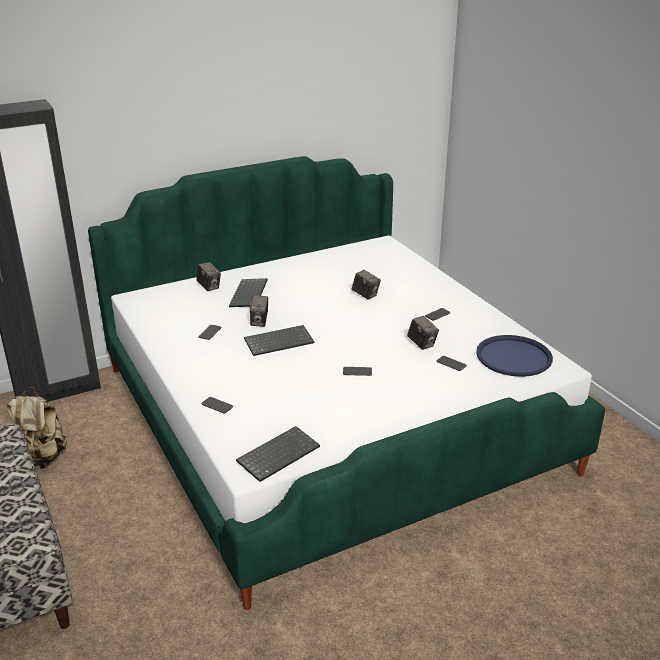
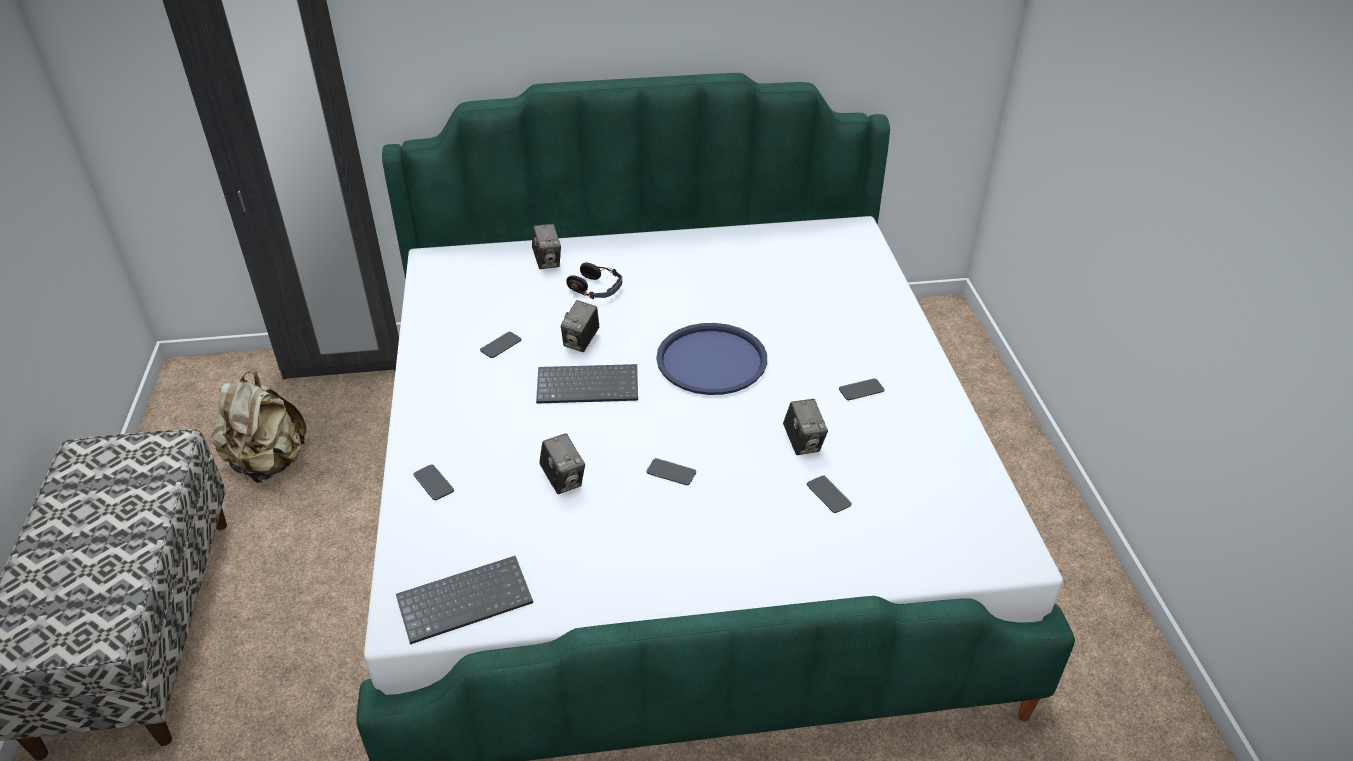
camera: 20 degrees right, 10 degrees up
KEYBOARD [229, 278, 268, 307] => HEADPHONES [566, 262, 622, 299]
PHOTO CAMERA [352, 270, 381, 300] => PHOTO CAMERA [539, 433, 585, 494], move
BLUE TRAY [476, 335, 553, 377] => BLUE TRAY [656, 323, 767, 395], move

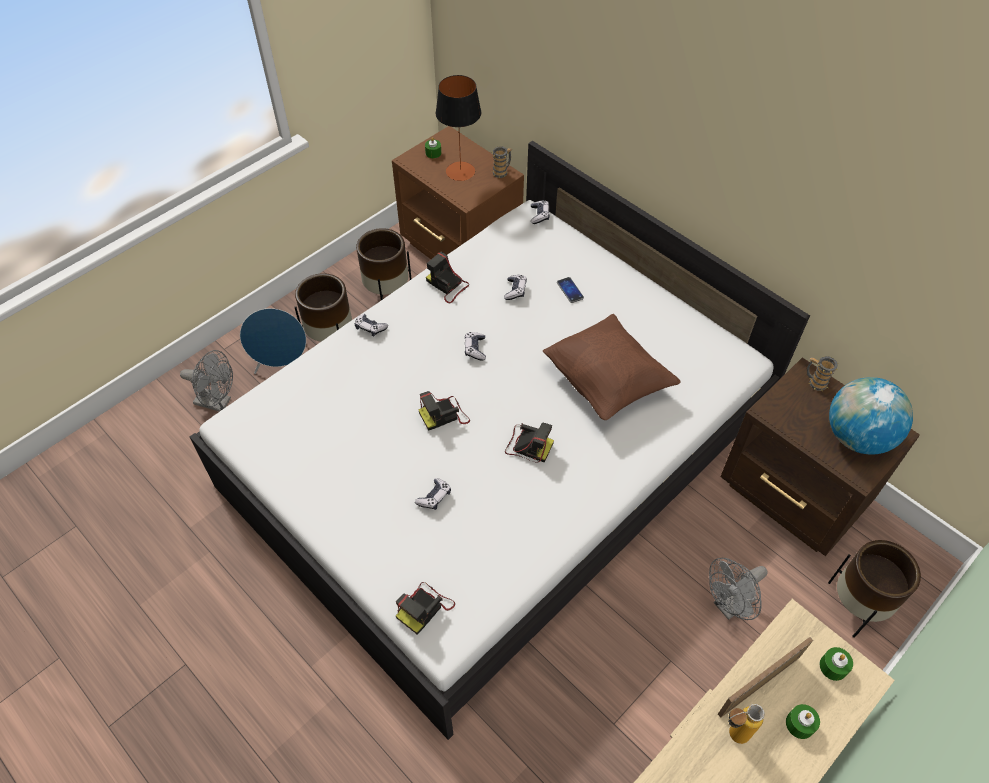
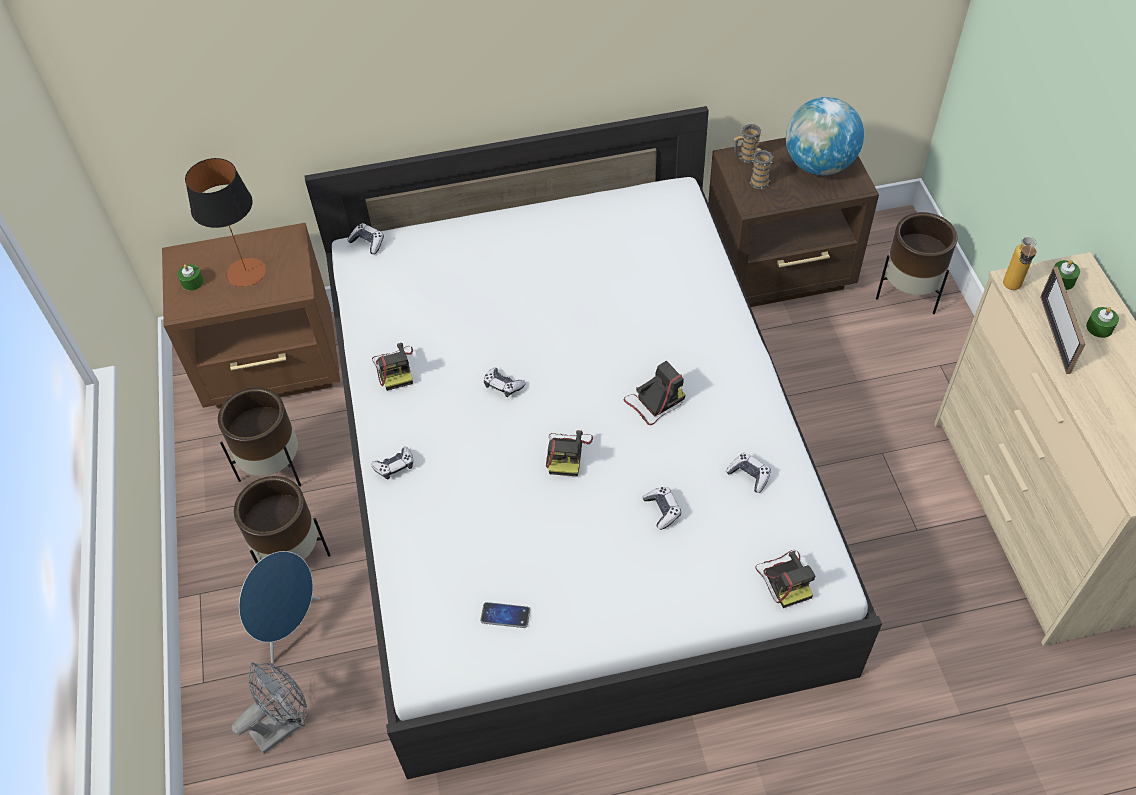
camera: 55 degrees left, 0 degrees up
PHOTO CAMERA [426, 251, 469, 303] => PHOTO CAMERA [372, 343, 413, 391], 90 degrees counterclockwise
MUG [492, 146, 512, 178] => MUG [750, 148, 773, 189], move
GAME CONTROLLER [504, 275, 527, 300] => GAME CONTROLLER [726, 452, 771, 493], move
BROWN PILLOW [543, 314, 681, 420] => nothing
PHONE [557, 277, 584, 303] => PHONE [480, 602, 530, 628], move
GREY FAN [709, 558, 768, 620] => nothing
BOTTLE [728, 704, 765, 744] => BOTTLE [1003, 237, 1036, 290], move

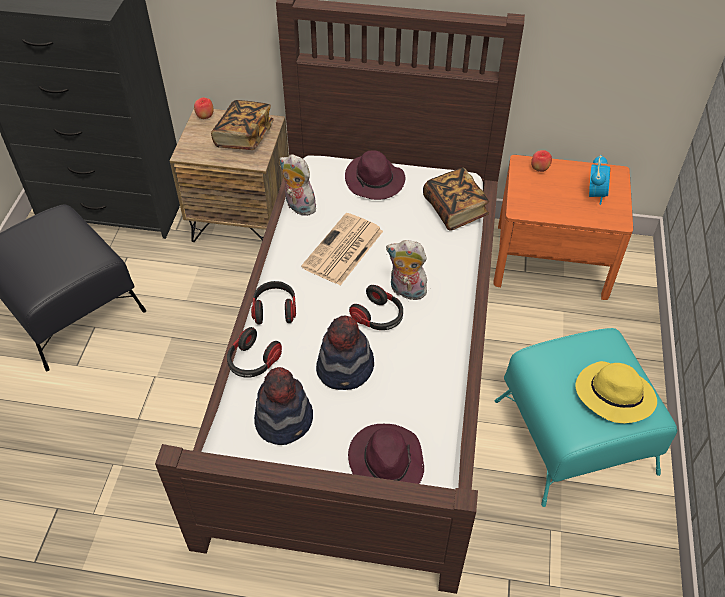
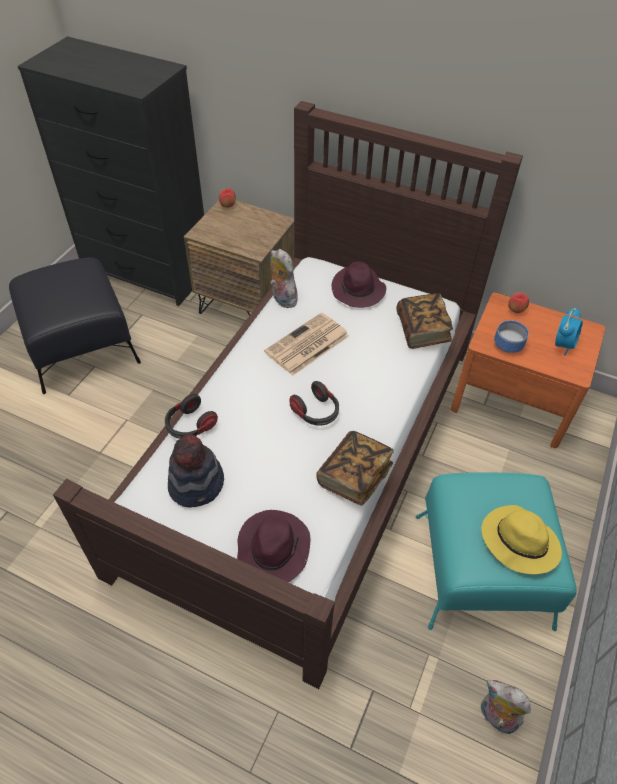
camera: 15 degrees right, 0 degrees up
BOOK [211, 100, 273, 150] => BOOK [316, 431, 394, 506], move
HEADPHONES [251, 281, 296, 324] => nothing
HAT [316, 315, 374, 390] => nothing
PLUSH TOY [386, 240, 429, 300] => PLUSH TOY [481, 680, 531, 734], move
nothing => BOWL [494, 320, 529, 353]

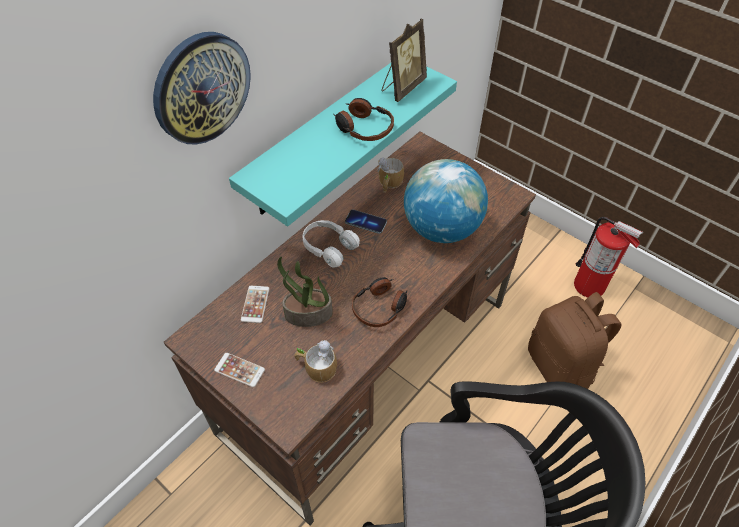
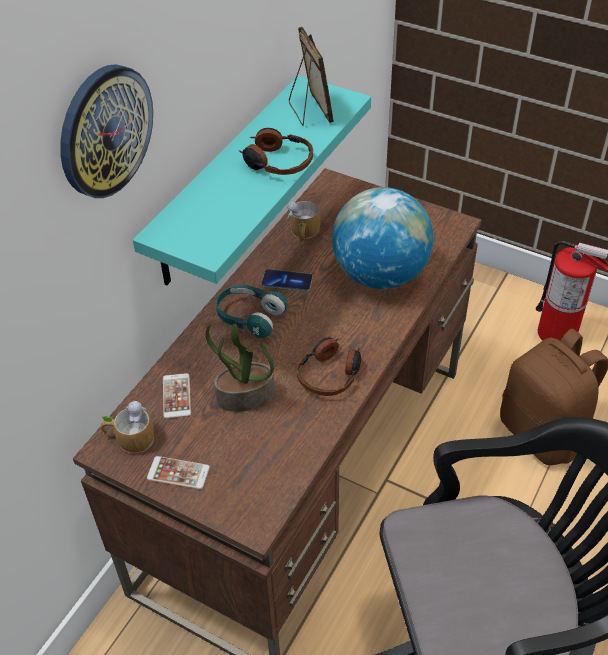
camera: 10 degrees left, 5 degrees down
MUG [294, 340, 337, 383] => MUG [101, 400, 154, 454], move
WHITE HEADPHONES [302, 220, 360, 268] => TURQUOISE HEADPHONES [216, 285, 288, 338]
PICTURE FRAME [382, 19, 427, 102] => PICTURE FRAME [289, 27, 334, 126], 45 degrees counterclockwise

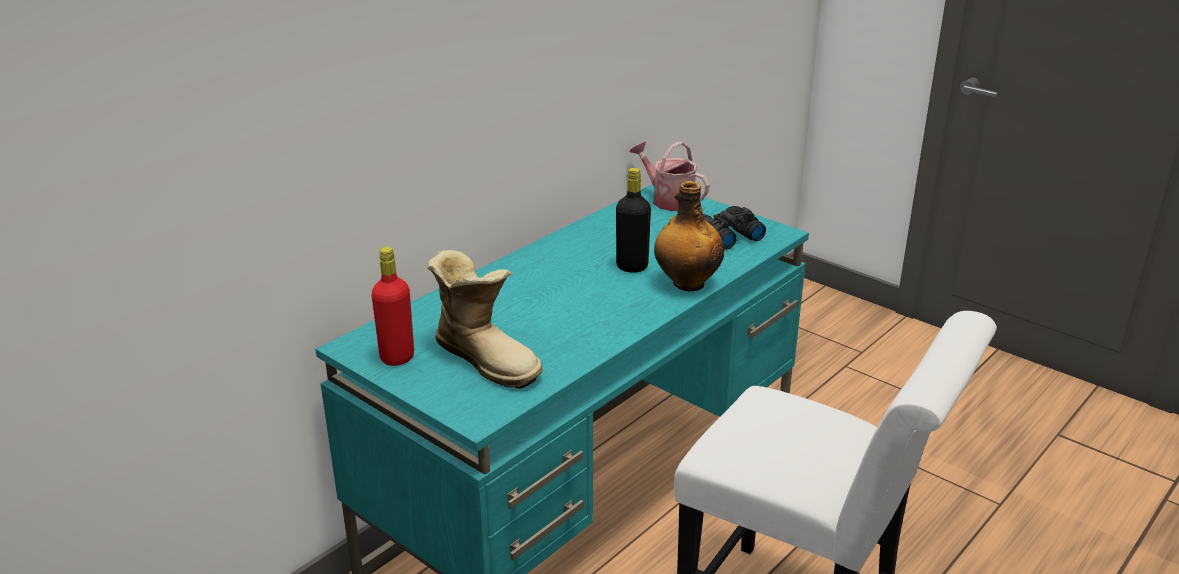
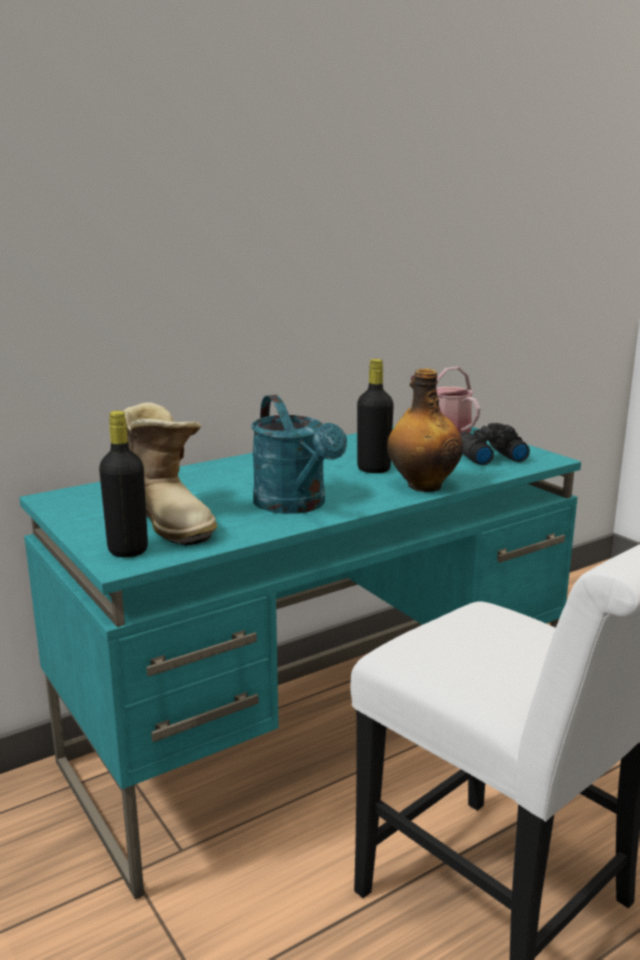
camera: 15 degrees right, 10 degrees down
RED BOTTLE [372, 247, 414, 366] => nothing
nothing => BLACK BOTTLE [99, 411, 148, 557]
nothing => TURQUOISE WATERING CAN [251, 395, 347, 514]

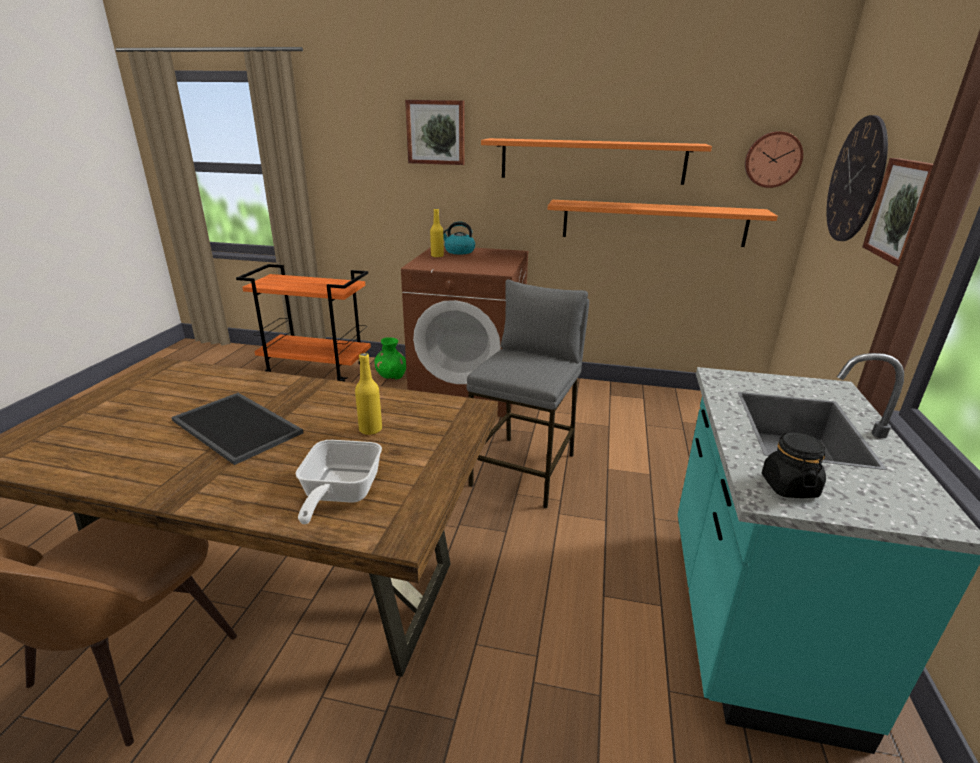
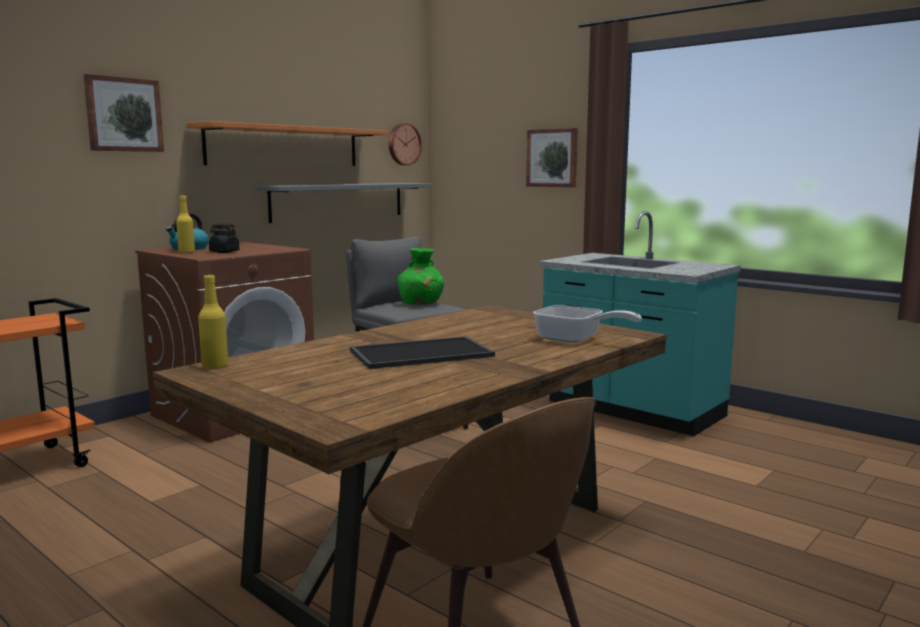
camera: 60 degrees left, 15 degrees down
YELLOW BOTTLE [355, 353, 382, 435] => YELLOW BOTTLE [198, 275, 228, 369], move
GREEN VASE [374, 337, 406, 380] => GREEN VASE [397, 248, 444, 305], move
ORANGE SHELF [548, 200, 778, 247] => GREY SHELF [255, 183, 431, 223]
BLACK JAR [762, 433, 826, 498] => BLACK JAR [209, 224, 239, 253], move
WALL CLOCK [826, 115, 888, 241] => nothing

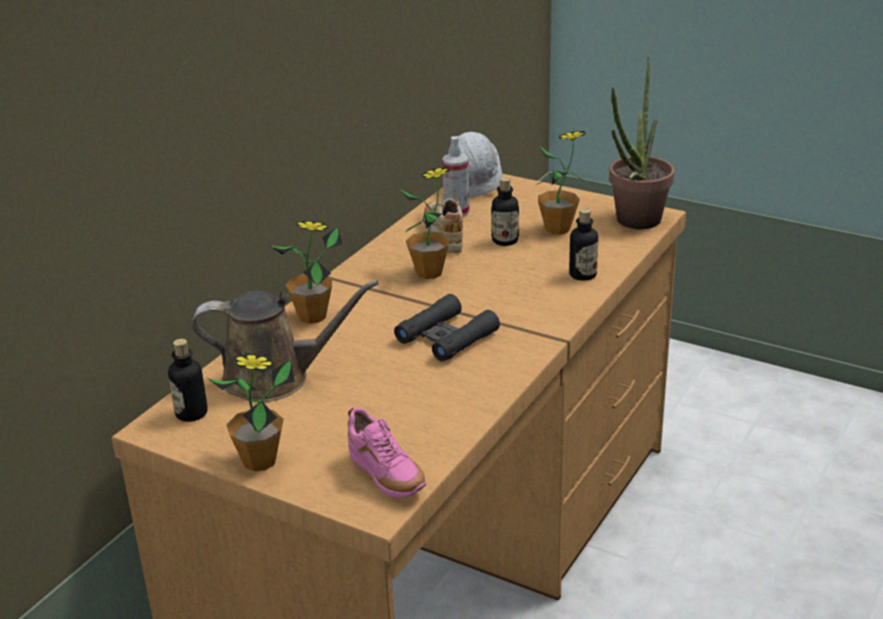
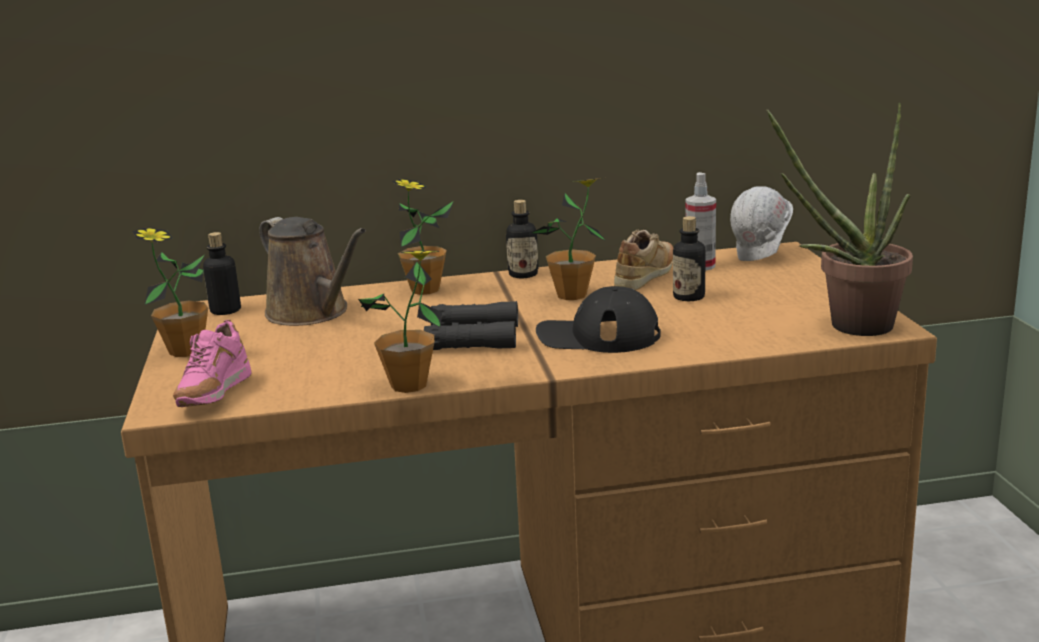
camera: 50 degrees right, 10 degrees down
POTTED PLANT [536, 131, 586, 235] => POTTED PLANT [358, 250, 442, 393], move
BOTTLE [569, 208, 598, 281] => BOTTLE [506, 200, 539, 278], move
nothing => BLACK CAP [536, 286, 661, 353]

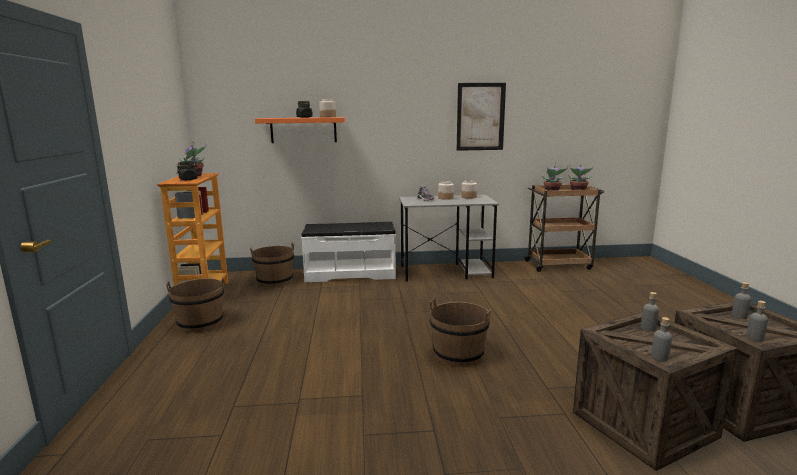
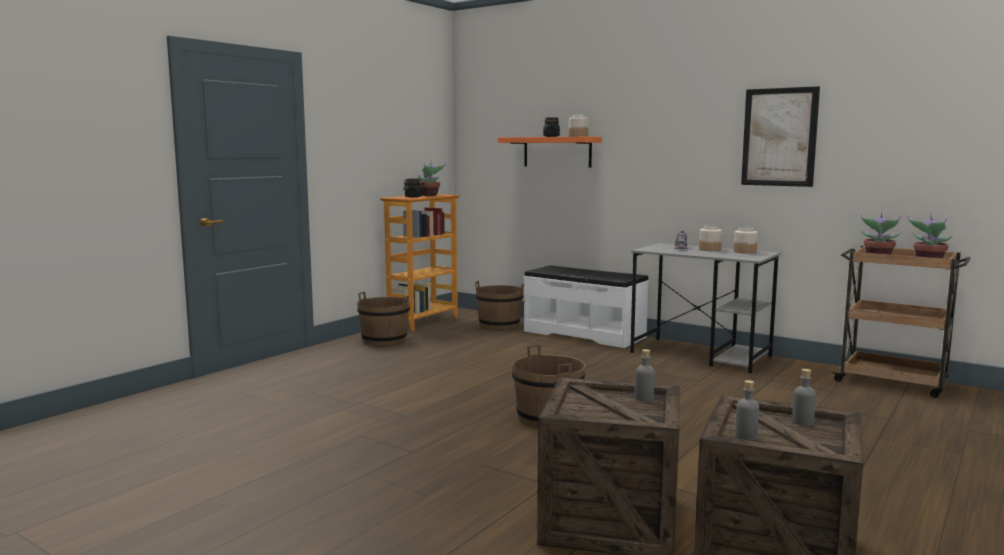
camera: 40 degrees right, 5 degrees down
GREY BOTTLE [651, 317, 672, 362] => nothing

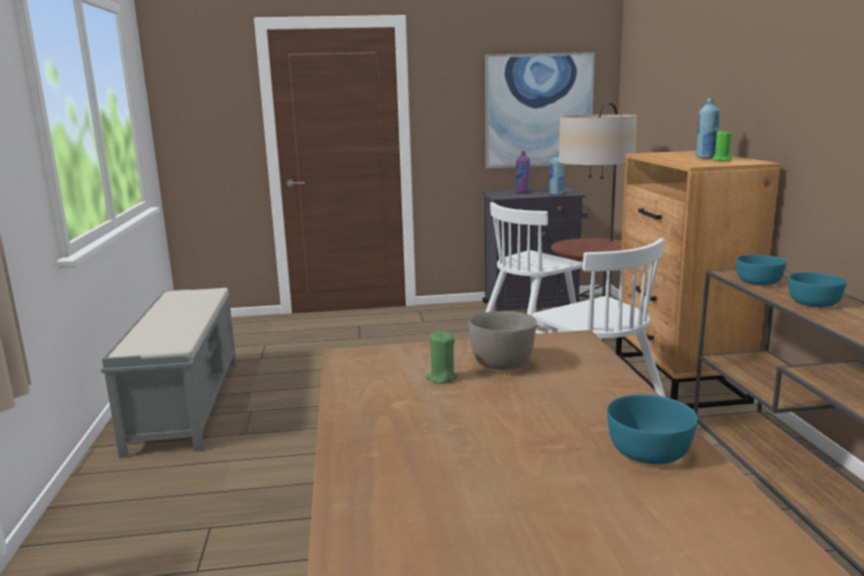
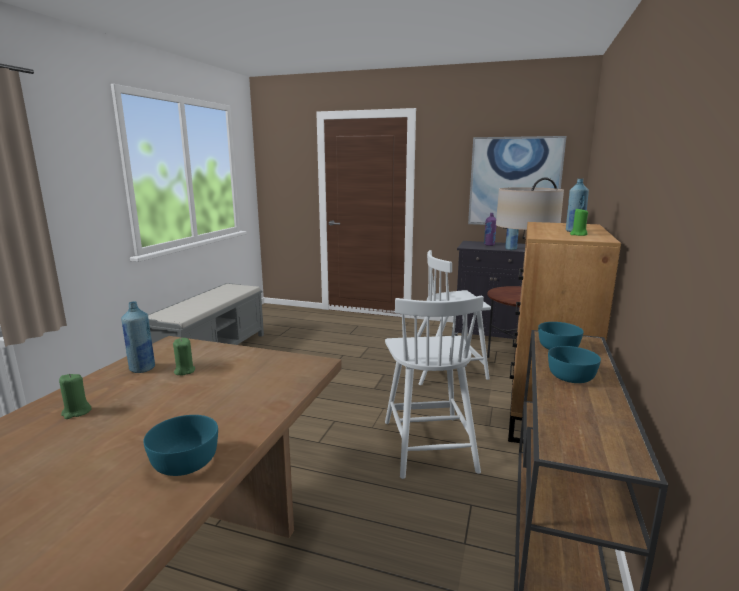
camera: 25 degrees right, 0 degrees up
GREY BOWL [468, 311, 537, 370] => nothing
nothing => GREEN CANDLE [59, 374, 92, 419]
nothing => BLUE BOTTLE [121, 301, 155, 373]

